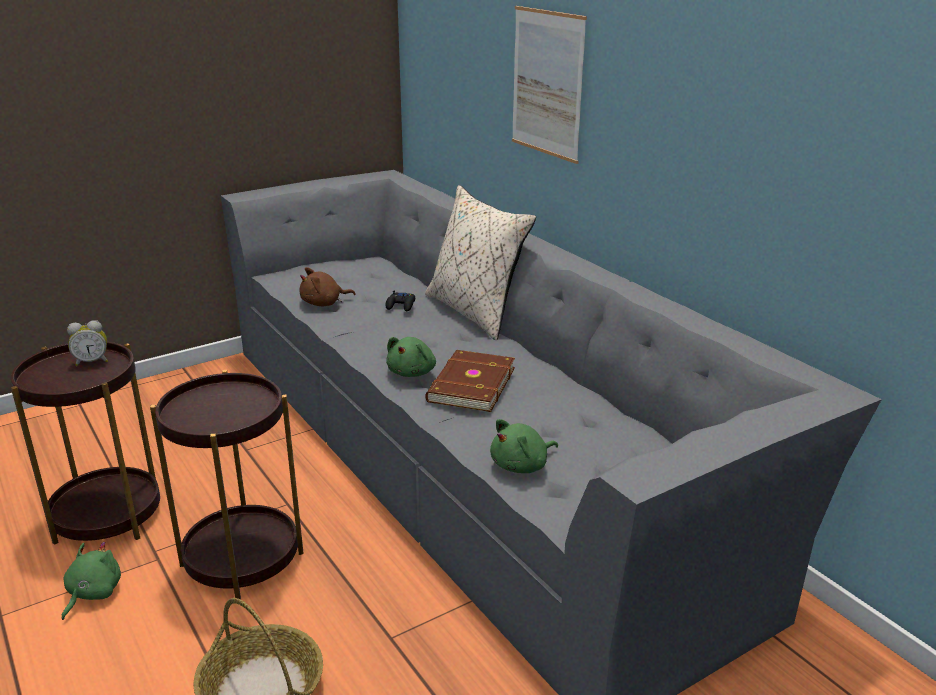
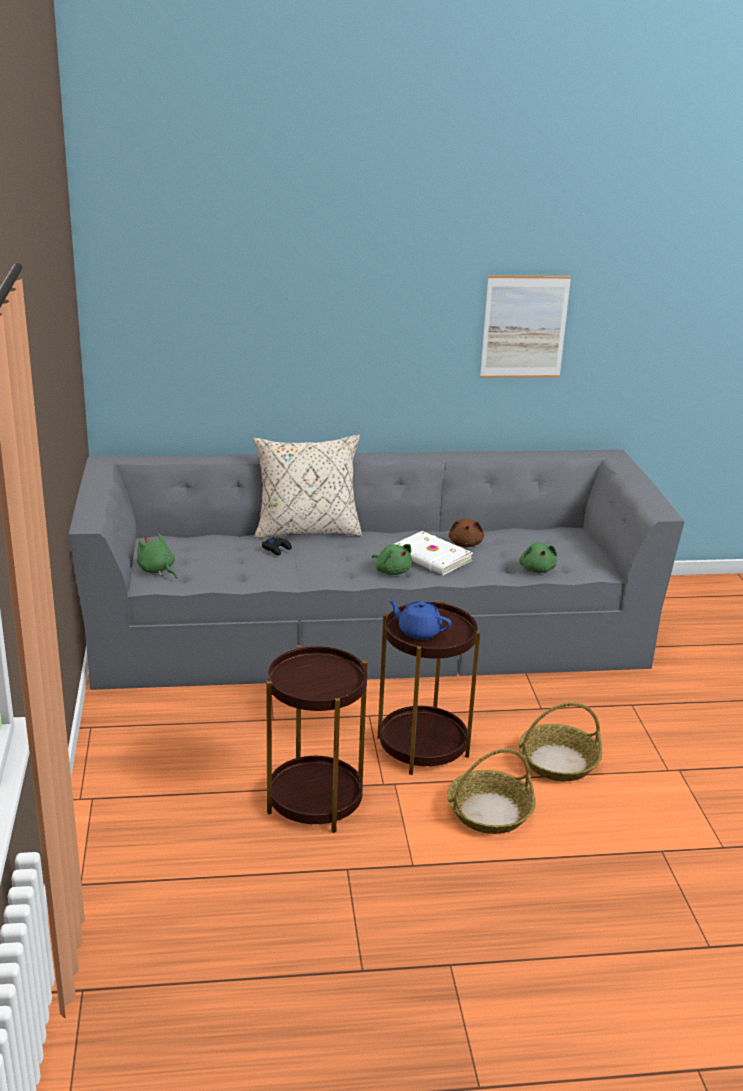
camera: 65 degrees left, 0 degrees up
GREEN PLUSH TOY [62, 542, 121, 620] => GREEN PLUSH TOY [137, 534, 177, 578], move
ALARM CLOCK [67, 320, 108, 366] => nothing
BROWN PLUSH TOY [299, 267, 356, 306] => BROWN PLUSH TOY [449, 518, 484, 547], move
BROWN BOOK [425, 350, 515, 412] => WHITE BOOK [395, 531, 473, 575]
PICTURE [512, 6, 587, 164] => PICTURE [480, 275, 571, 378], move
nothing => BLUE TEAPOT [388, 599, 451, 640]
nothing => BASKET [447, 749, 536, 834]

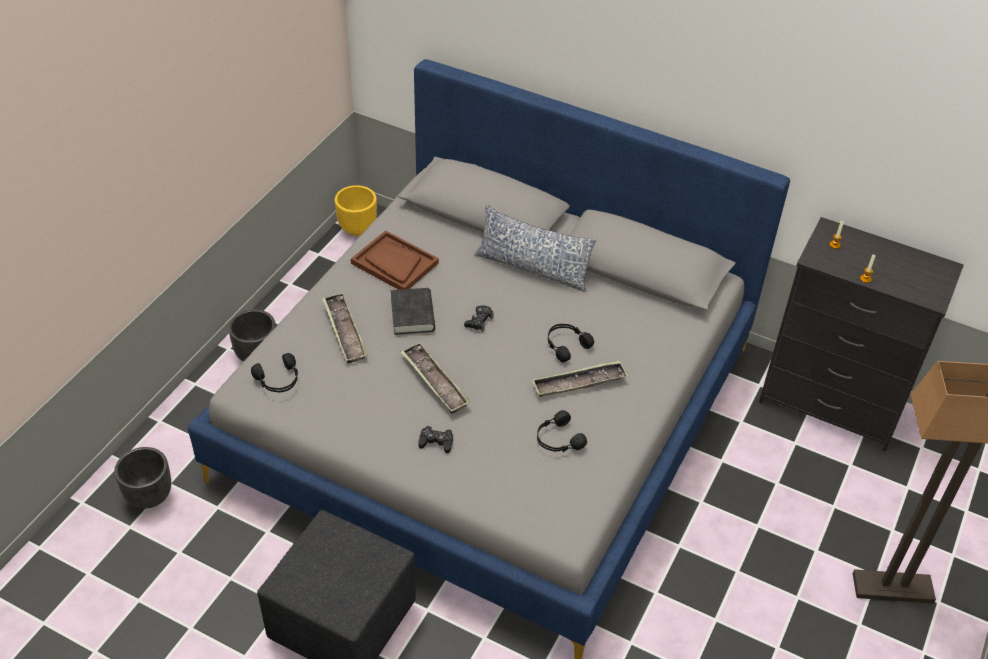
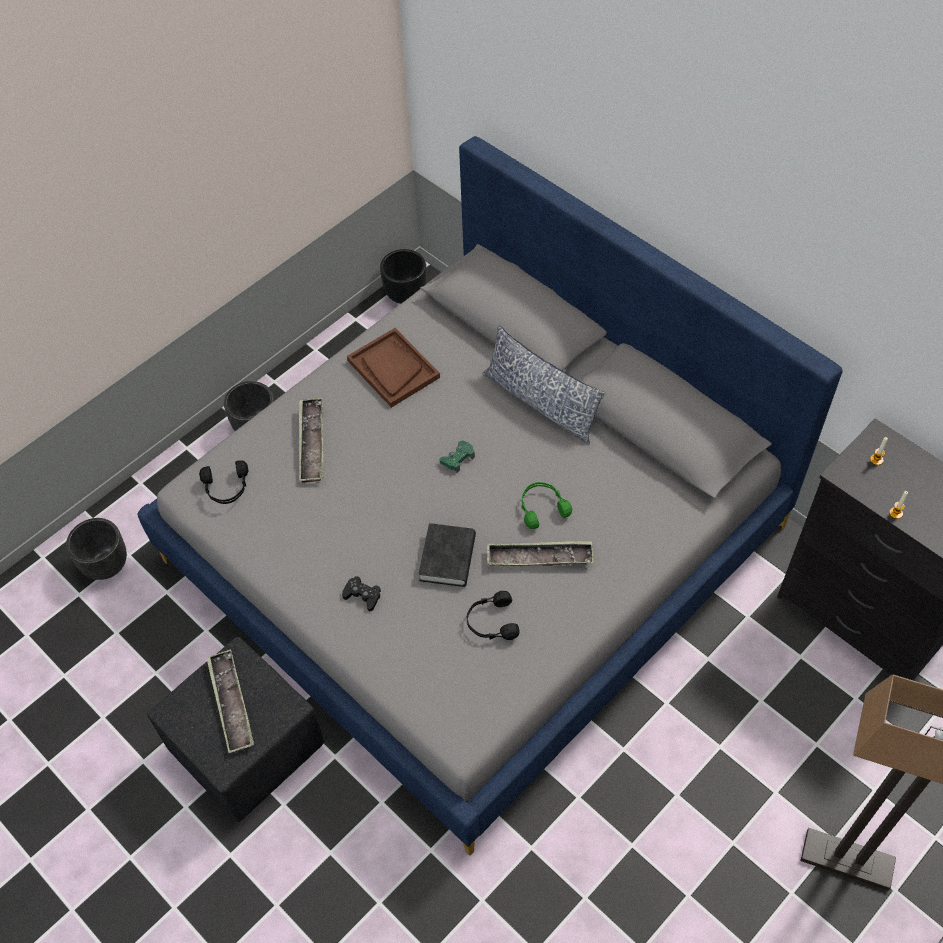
camera: 20 degrees right, 10 degrees up
YELLOW PLANTER [335, 185, 377, 236] => BLACK PLANTER [380, 249, 427, 304]
BLACK BOOK [391, 288, 435, 335] => BLACK BOOK [419, 523, 476, 587], move
TRAY [401, 342, 470, 414] => TRAY [206, 649, 254, 753], move
BLACK GAME CONTROLLER [464, 305, 494, 332] => GREEN GAME CONTROLLER [440, 441, 475, 472]
BLACK HEADPHONES [548, 324, 594, 362] => GREEN HEADPHONES [522, 482, 572, 529]

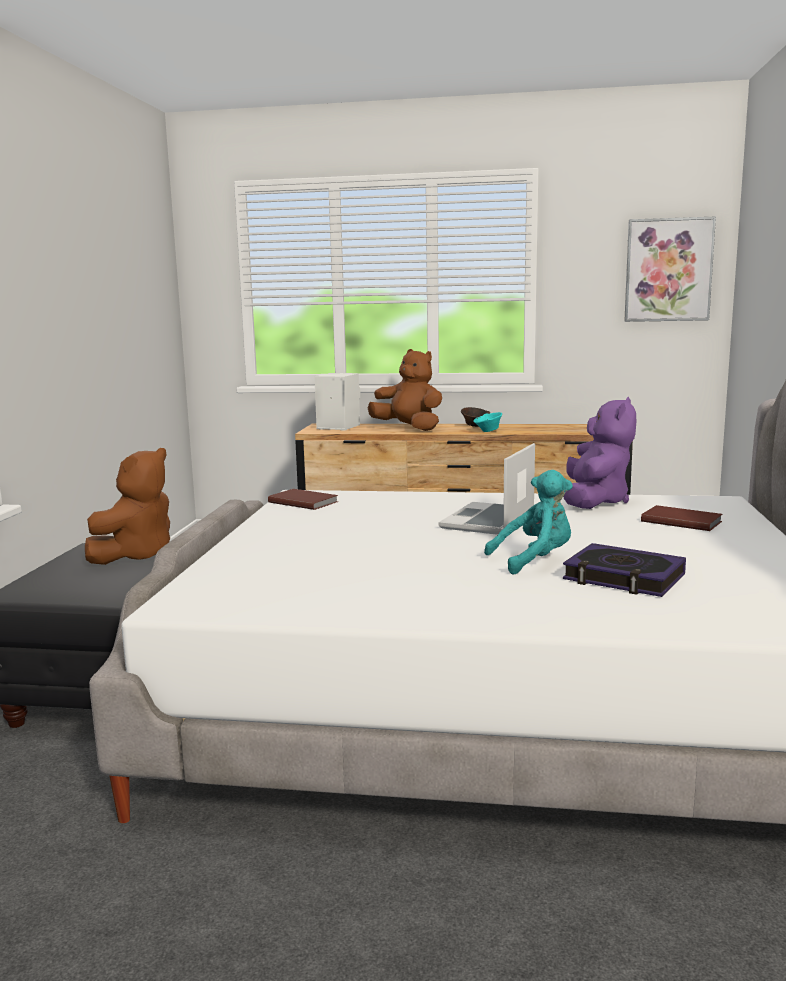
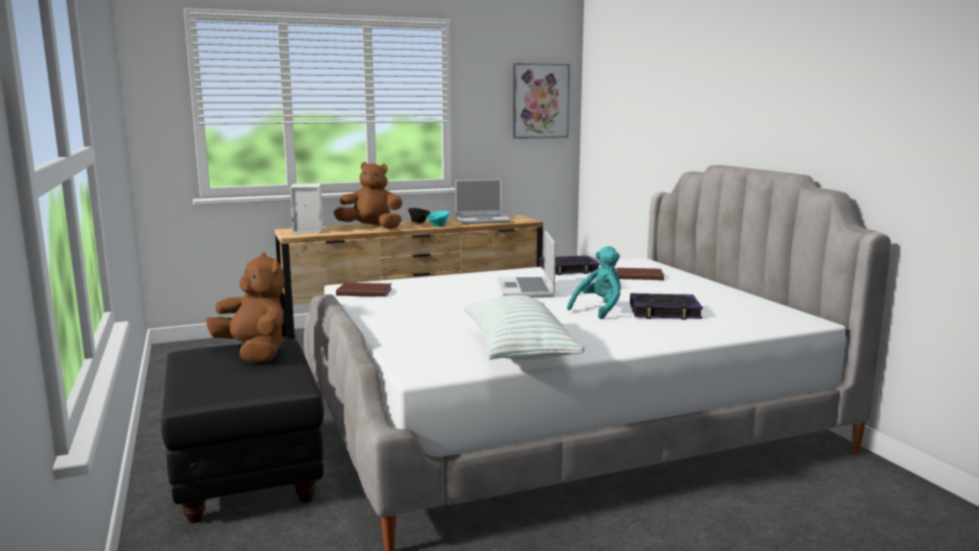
camera: 30 degrees left, 0 degrees up
BROWN PLUSH TOY [85, 448, 170, 565] => BROWN PLUSH TOY [206, 252, 285, 362], 45 degrees counterclockwise
PURPLE PLUSH TOY [563, 397, 636, 509] => BOOK [539, 255, 600, 275]
nothing => LAPTOP [455, 179, 511, 224]
nothing => PILLOW [464, 295, 585, 360]

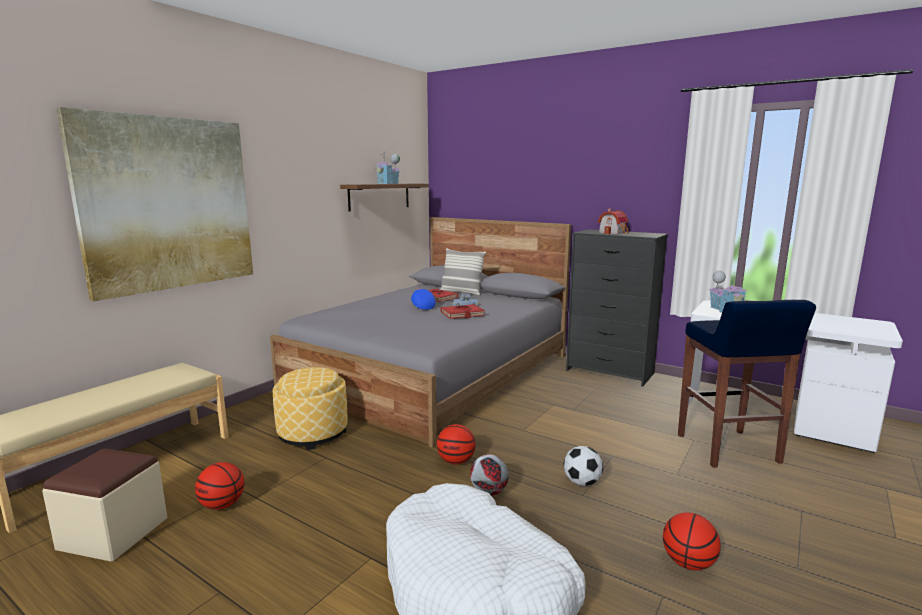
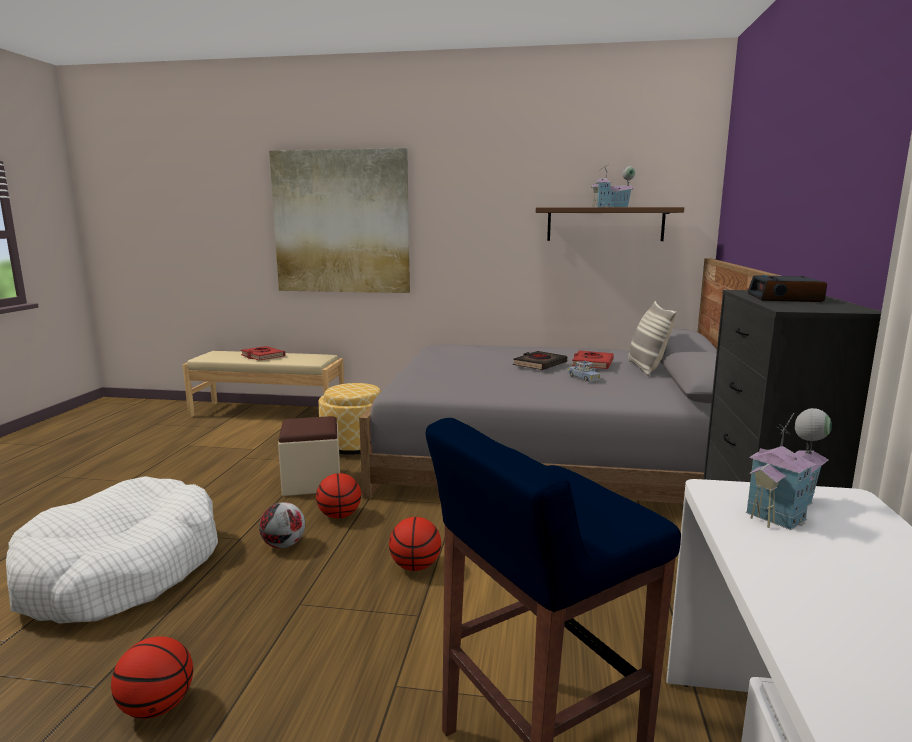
camera: 65 degrees right, 0 degrees up
BEIGE OTTOMAN [42, 448, 167, 562] => BEIGE OTTOMAN [278, 416, 340, 496], move
BASKETBALL [195, 462, 245, 510] => BASKETBALL [389, 517, 441, 571], move
BLUE CAP [411, 289, 436, 310] => BLACK BOOK [513, 351, 567, 370]
RED BOOK [441, 304, 485, 319] => RED BOOK [241, 346, 285, 361], move
FOOTBALL [563, 446, 603, 486] => nothing
TOY HOUSE [598, 209, 629, 234] => ALARM CLOCK [748, 275, 827, 302]

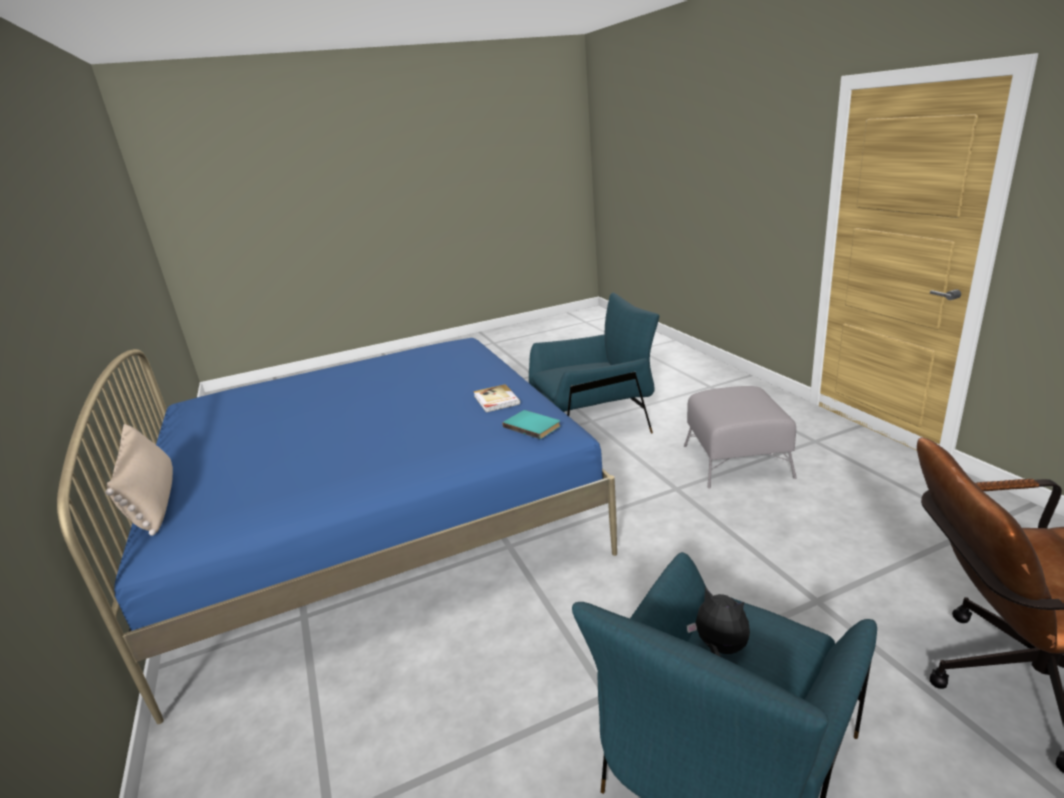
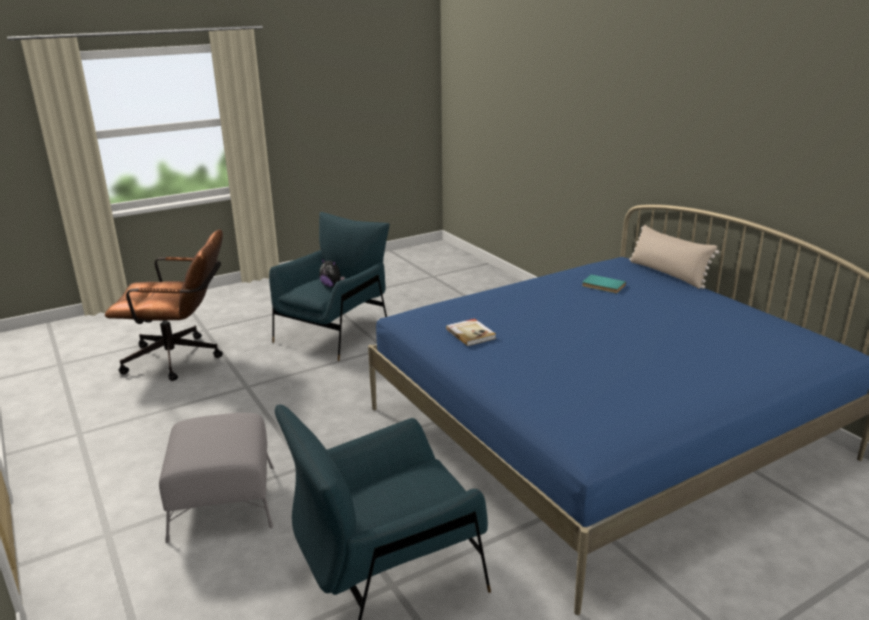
camera: 170 degrees right, 0 degrees up
TURQUOISE BOOK [502, 410, 560, 439] => TURQUOISE BOOK [582, 274, 626, 293], move

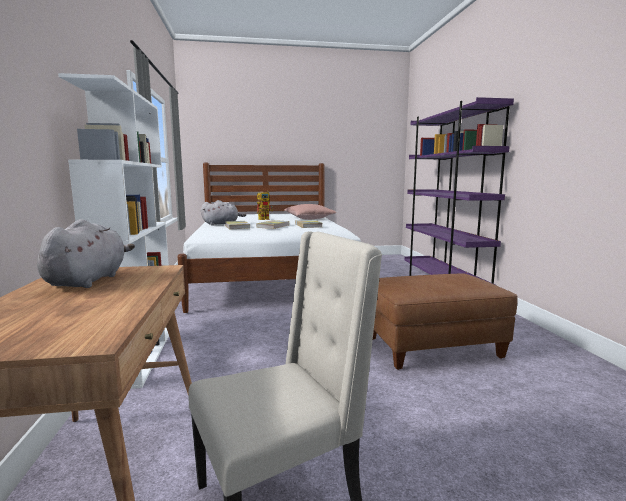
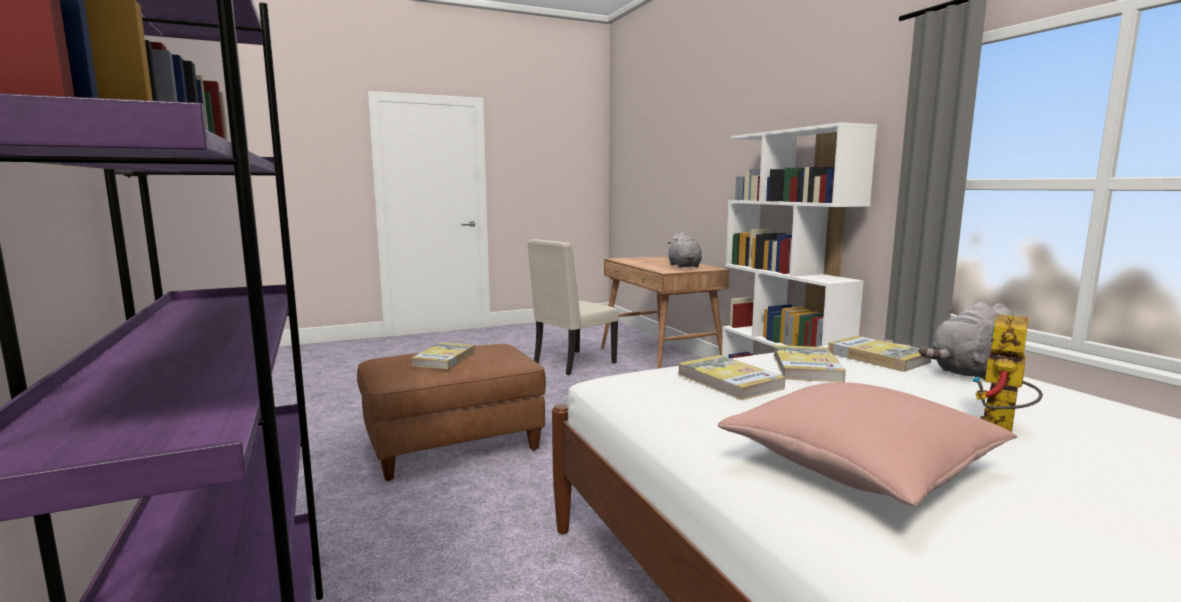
camera: 165 degrees right, 0 degrees up
nothing => BOOK [411, 343, 475, 369]

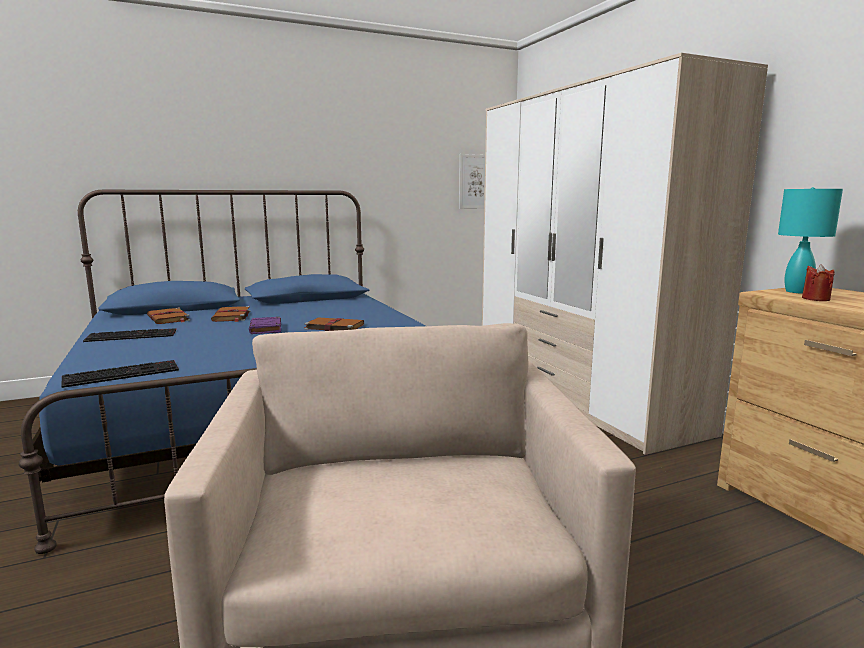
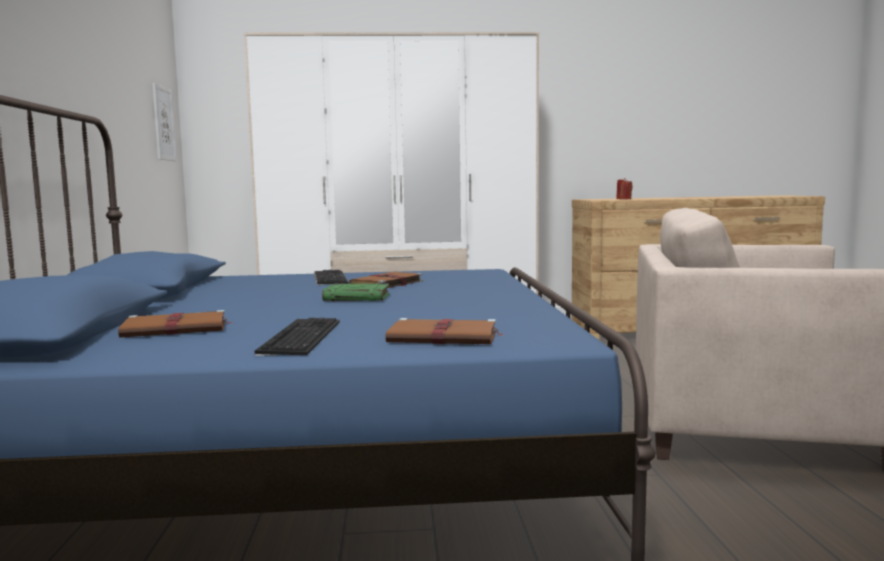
camera: 70 degrees left, 5 degrees down
KEYBOARD [61, 360, 179, 388] => KEYBOARD [314, 270, 349, 285], move
BROWN BOOK [211, 306, 250, 322] => BROWN BOOK [385, 318, 502, 344], move
PURPLE BOOK [249, 317, 281, 334] => GREEN BOOK [322, 283, 390, 301]
TURQUOISE TABLE LAMP [778, 187, 843, 294] => nothing

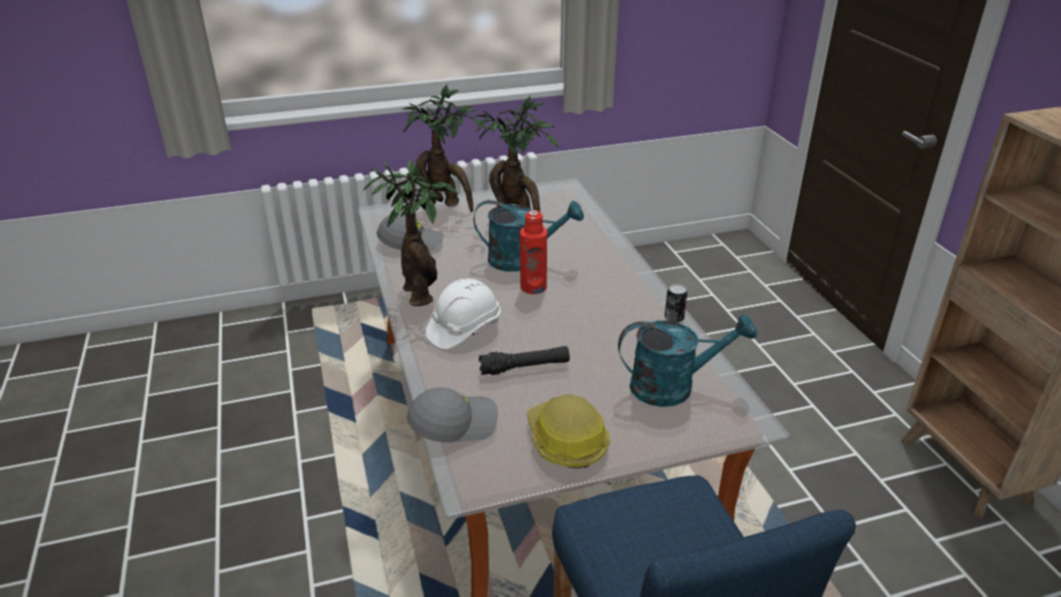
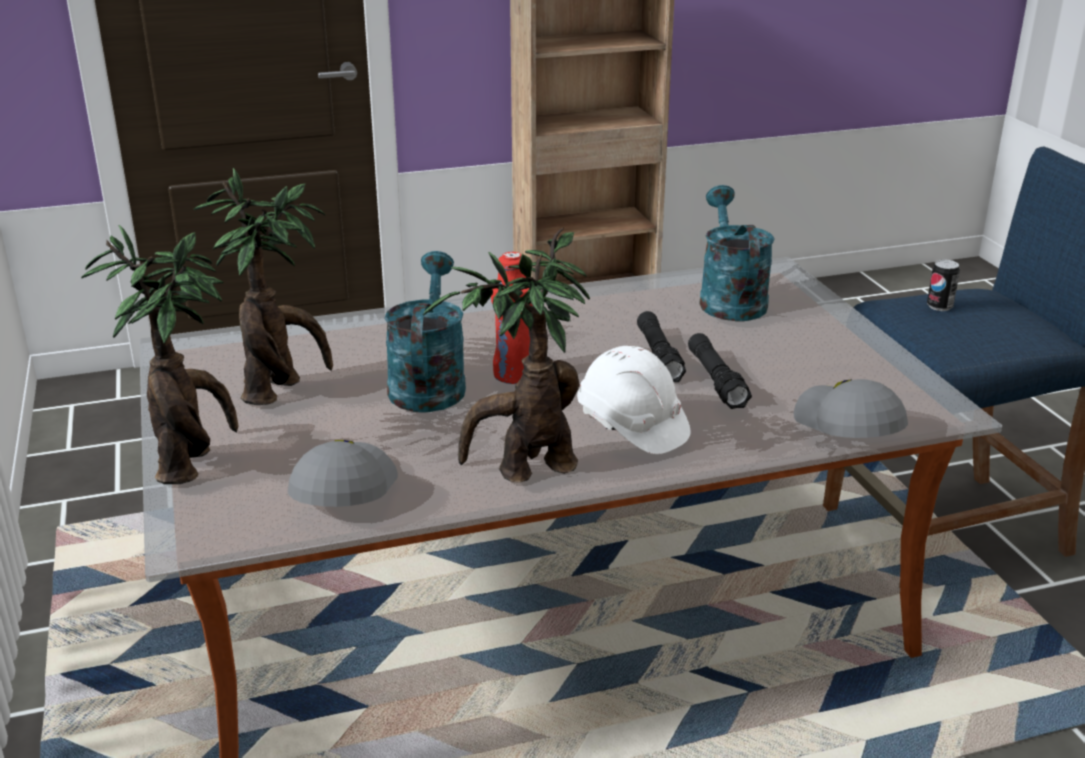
camera: 90 degrees left, 5 degrees down
HARD HAT [526, 394, 610, 468] => nothing
CAN [665, 284, 687, 323] => CAN [927, 259, 960, 311], move
nothing => BLACK FLASHLIGHT [637, 311, 686, 382]

